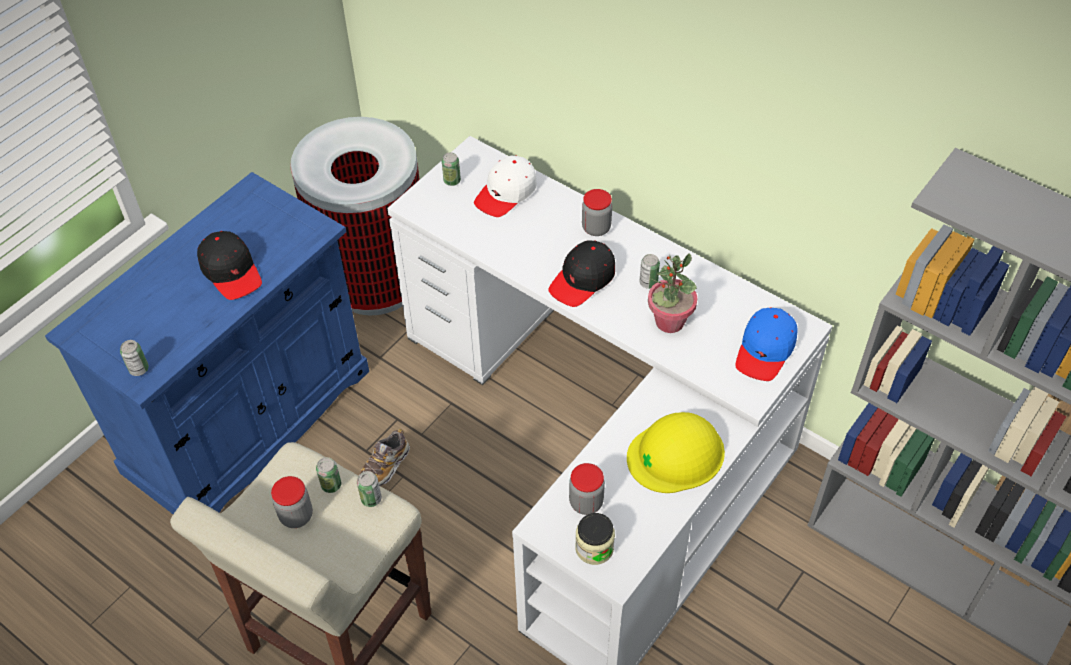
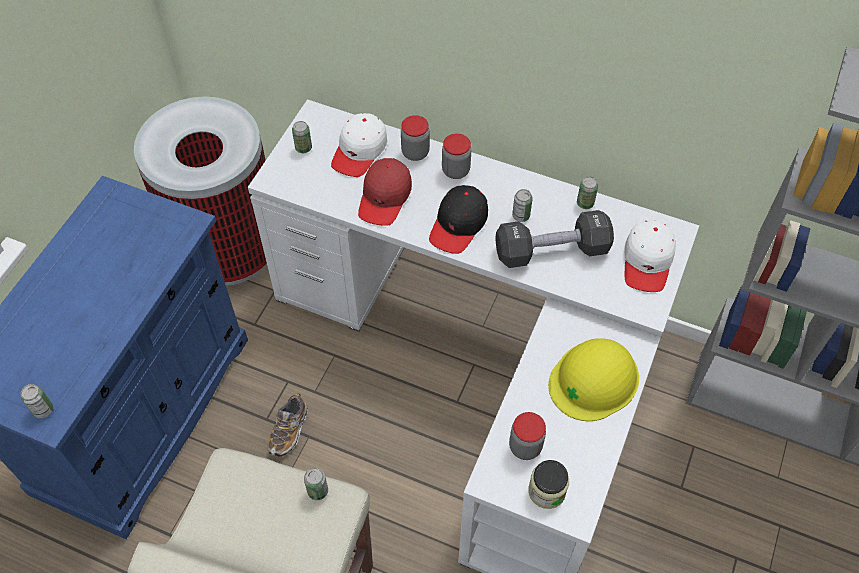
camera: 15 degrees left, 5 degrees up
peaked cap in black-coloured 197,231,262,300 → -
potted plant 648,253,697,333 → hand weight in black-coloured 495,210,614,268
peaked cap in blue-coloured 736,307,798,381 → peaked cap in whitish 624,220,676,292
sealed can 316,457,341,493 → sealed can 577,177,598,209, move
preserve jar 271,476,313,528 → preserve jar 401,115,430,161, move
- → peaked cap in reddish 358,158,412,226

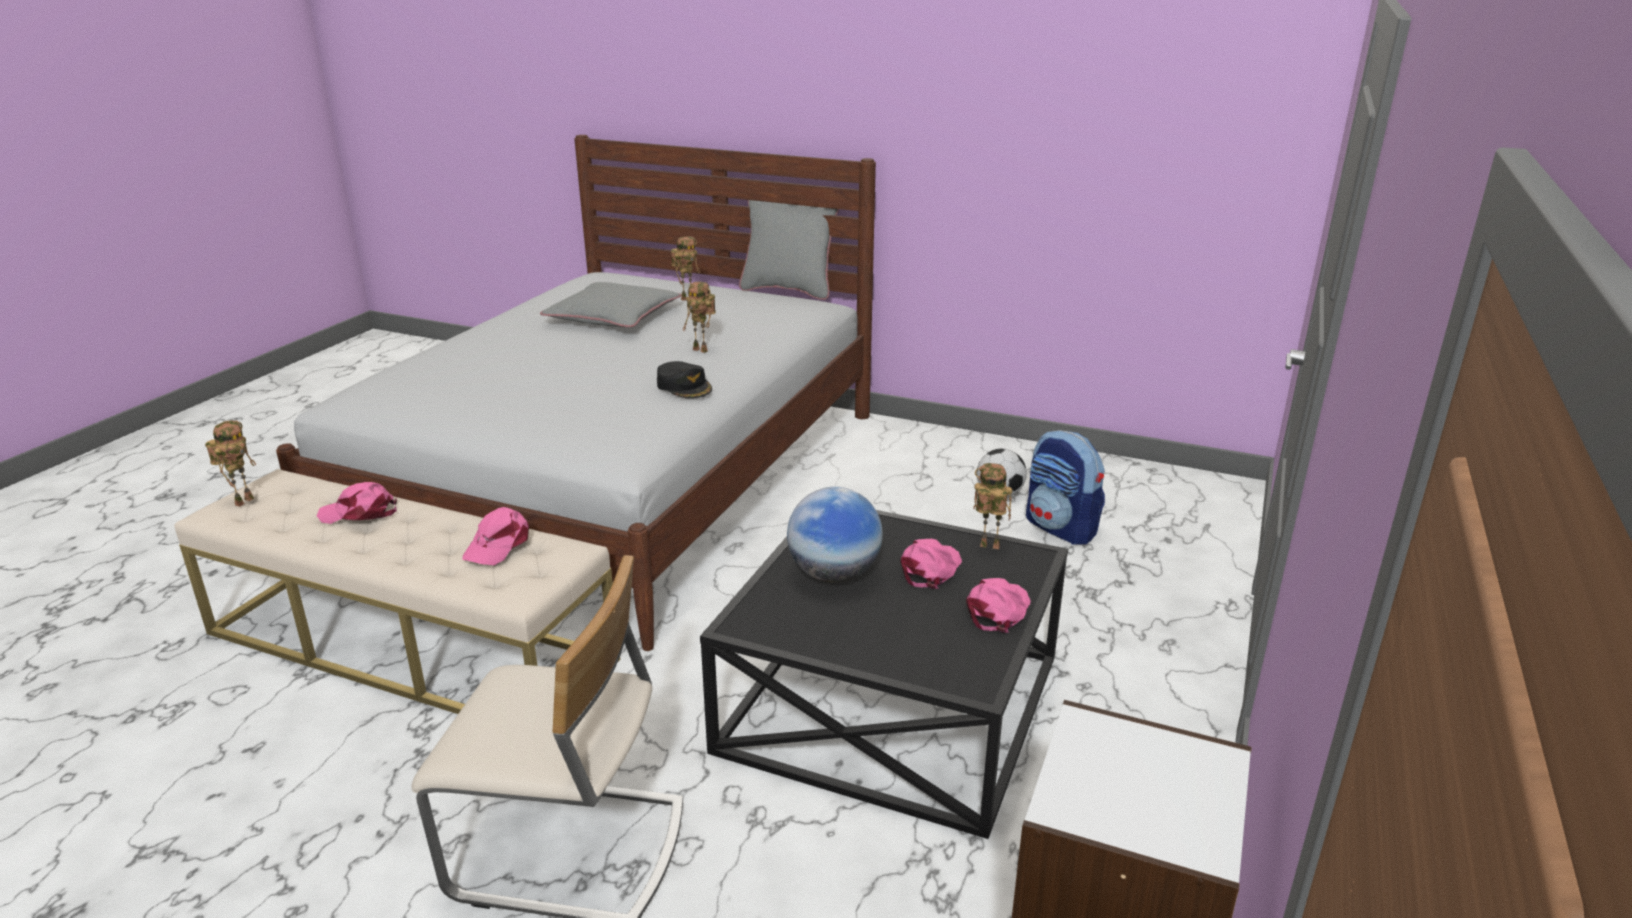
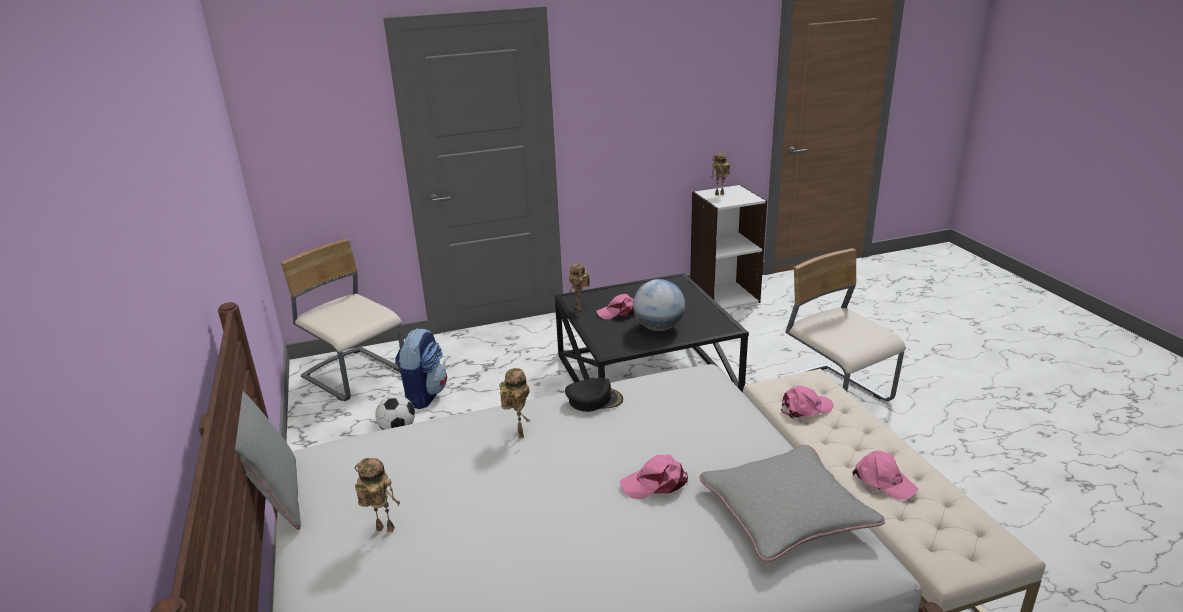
camera: 130 degrees left, 0 degrees up
throw pillow in greyish 540,282,681,327 → throw pillow in greyish 700,445,885,562, move
peaked cap in black-coloured 657,361,712,399 → peaked cap in black-coloured 565,378,623,412, 75 degrees clockwise
robot figure 205,420,256,507 → robot figure 711,153,730,196, move
peaked cap in pink 966,578,1031,633 → peaked cap in pink 620,455,688,499, move
- → upright chair in beige 281,239,404,401

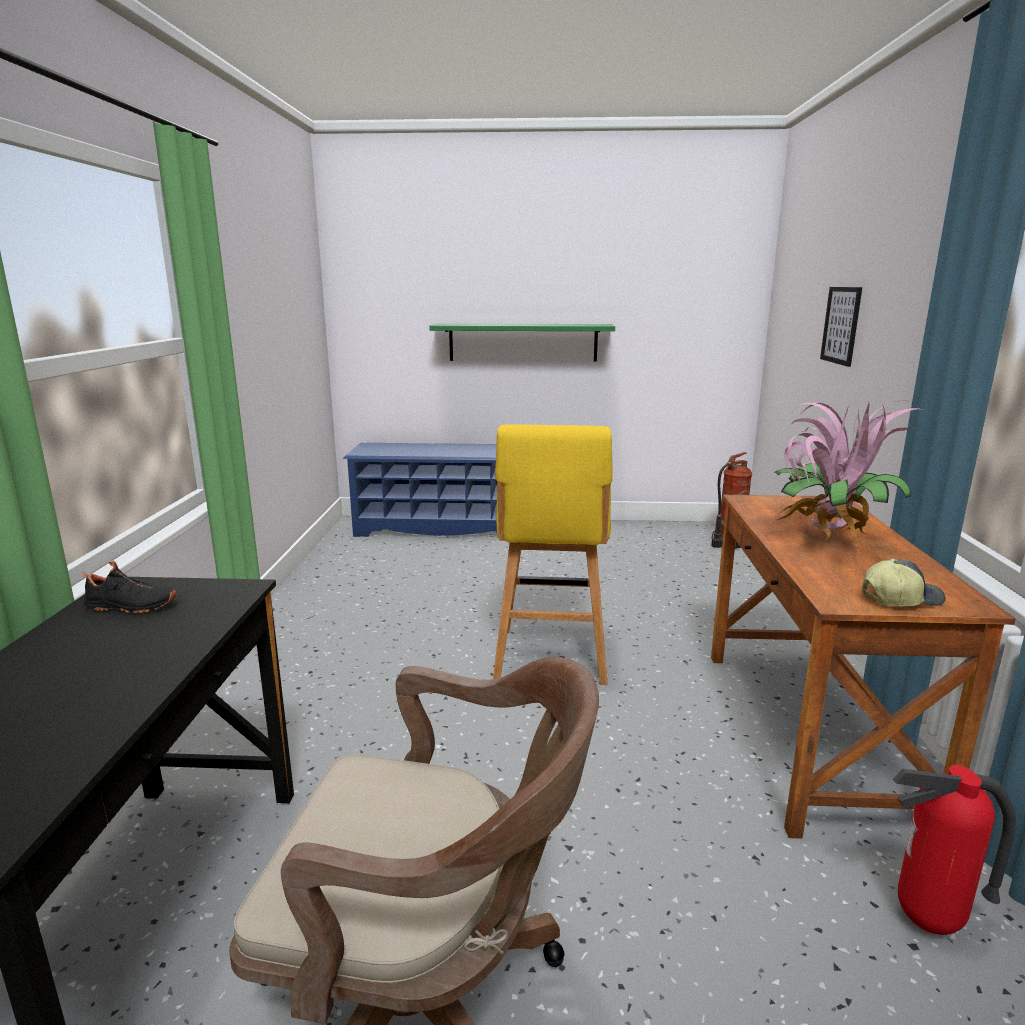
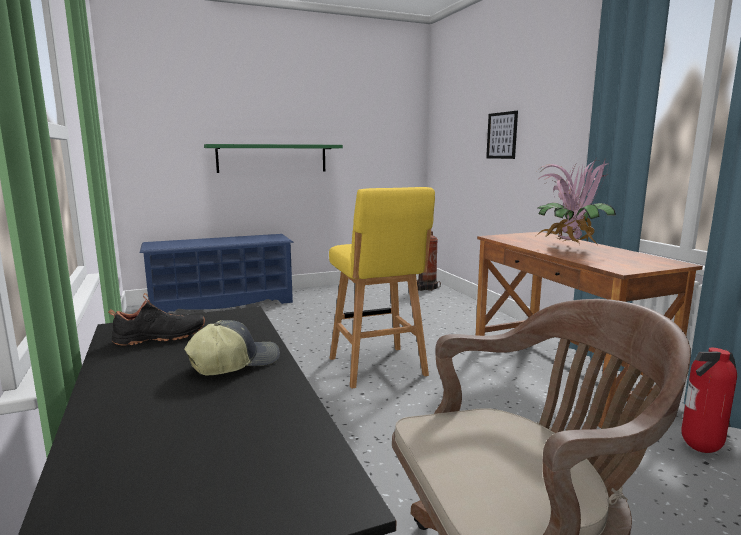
camera: 25 degrees left, 5 degrees down
peaked cap 862,558,946,606 → peaked cap 184,320,280,375, move

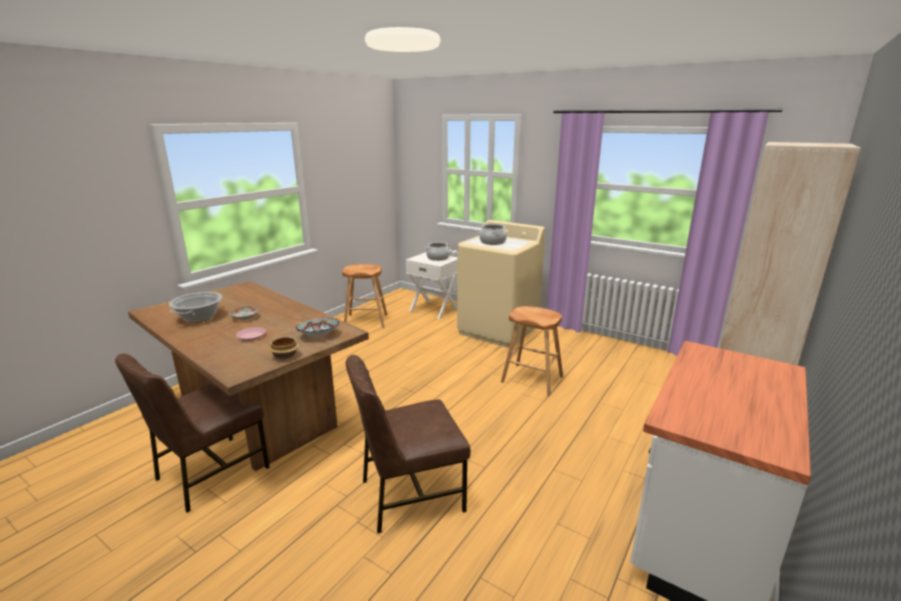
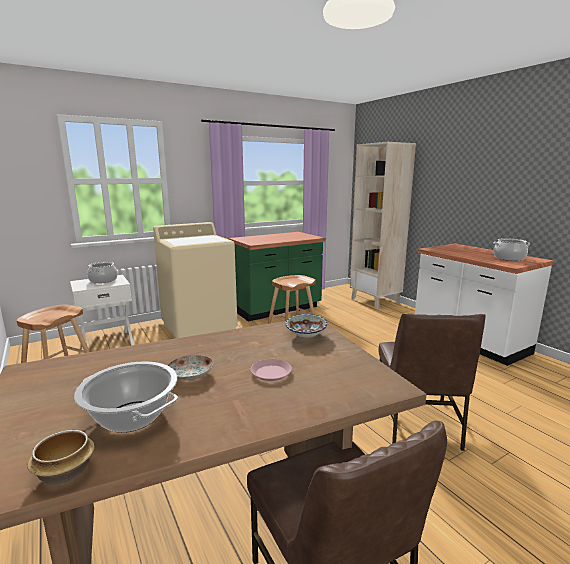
camera: 65 degrees left, 5 degrees down
stockpot 479,224,507,245 → stockpot 493,238,530,261, move
deep dish 269,337,299,360 → deep dish 27,430,95,485, move
- → counter in green 229,232,326,321

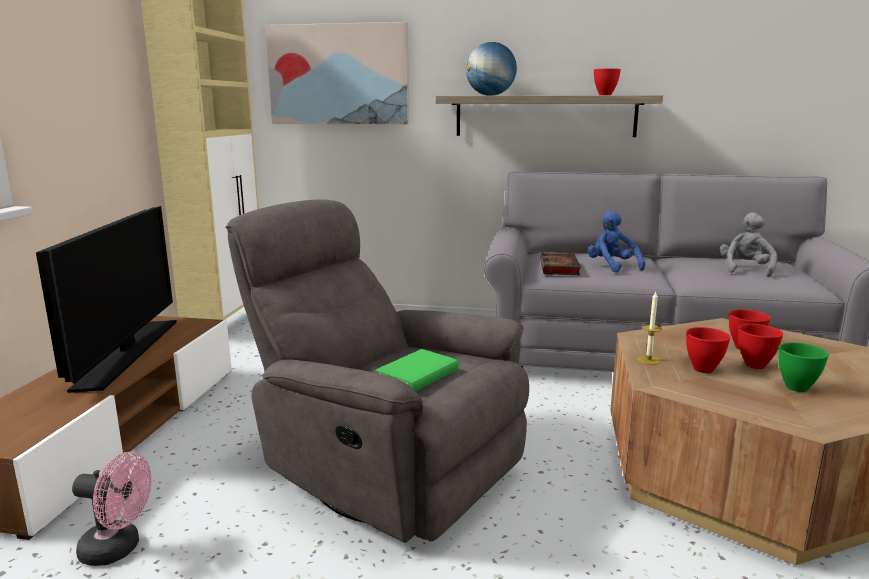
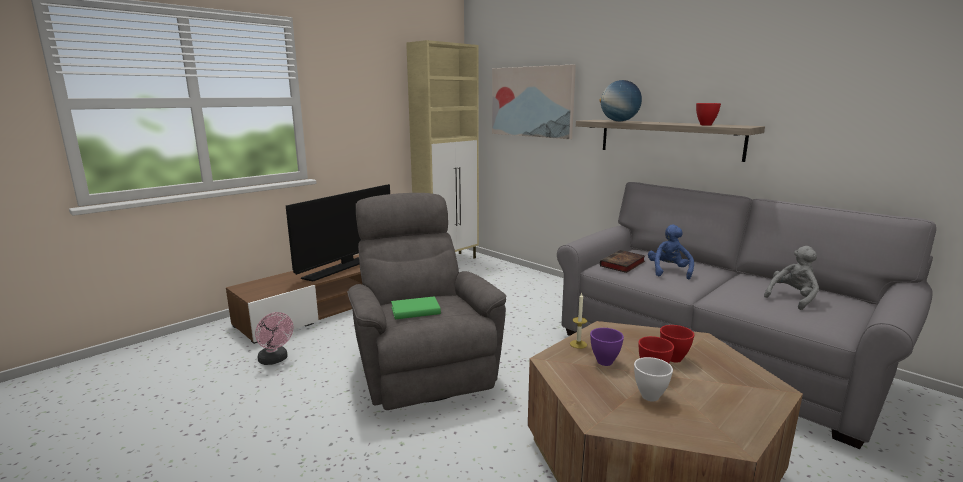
camera: 35 degrees right, 0 degrees up
deep dish in reddish 686,327,730,373 → deep dish in purplish 590,328,624,366
deep dish in green 778,342,829,392 → deep dish in whitish 634,357,673,401

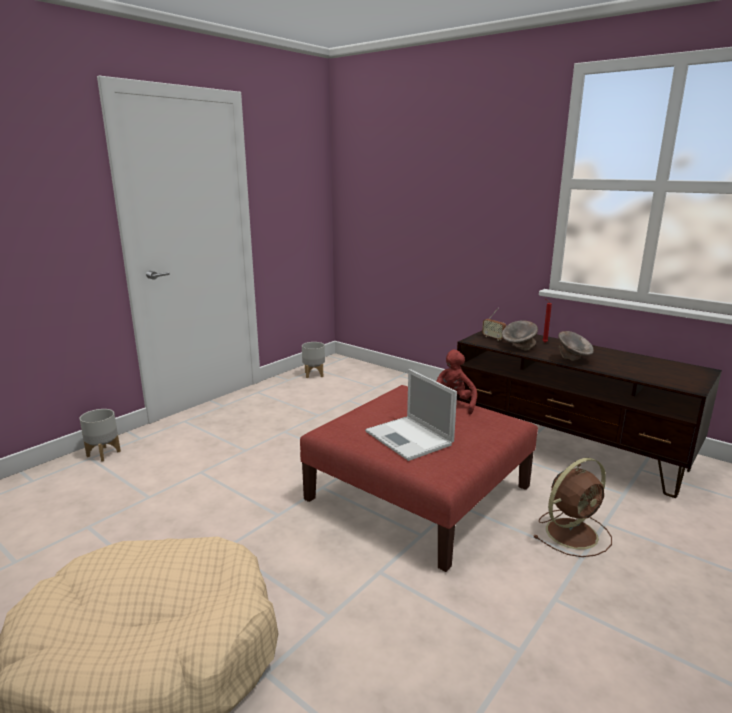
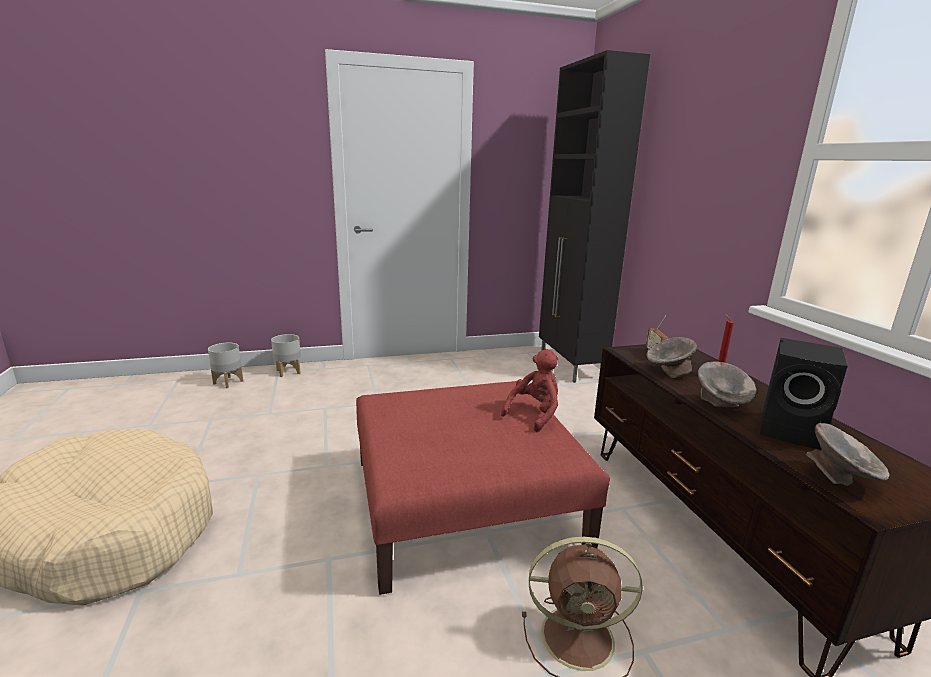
camera: 35 degrees right, 0 degrees up
flower pot in greyish 302,342,325,378 → flower pot in greyish 208,343,243,388, move
laptop 365,369,457,461 → -
- → storage cabinet in black-coloured 539,50,650,383
- → audio speaker in black-coloured 760,338,848,450
- → deep dish in greyish 806,423,889,486

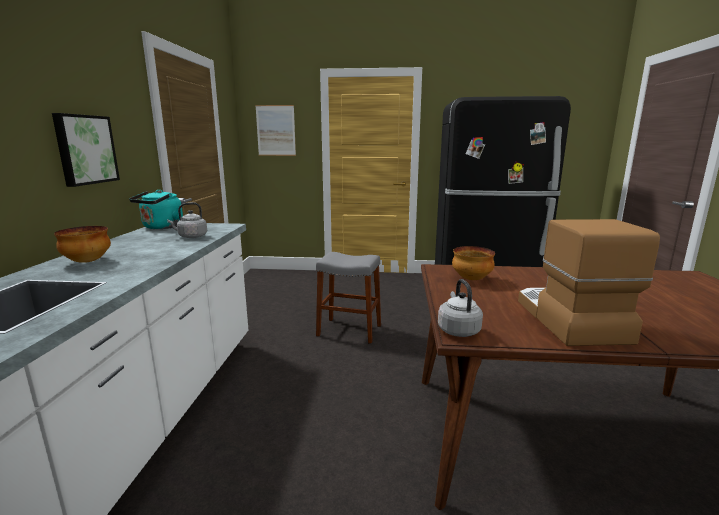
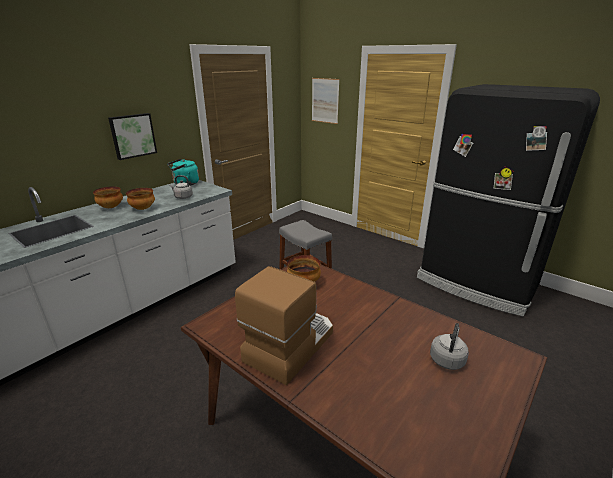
camera: 35 degrees right, 10 degrees up
tea kettle in greyish 438,279,483,337 → tea kettle in greyish 430,323,469,370, move
- → deep dish 126,188,155,210

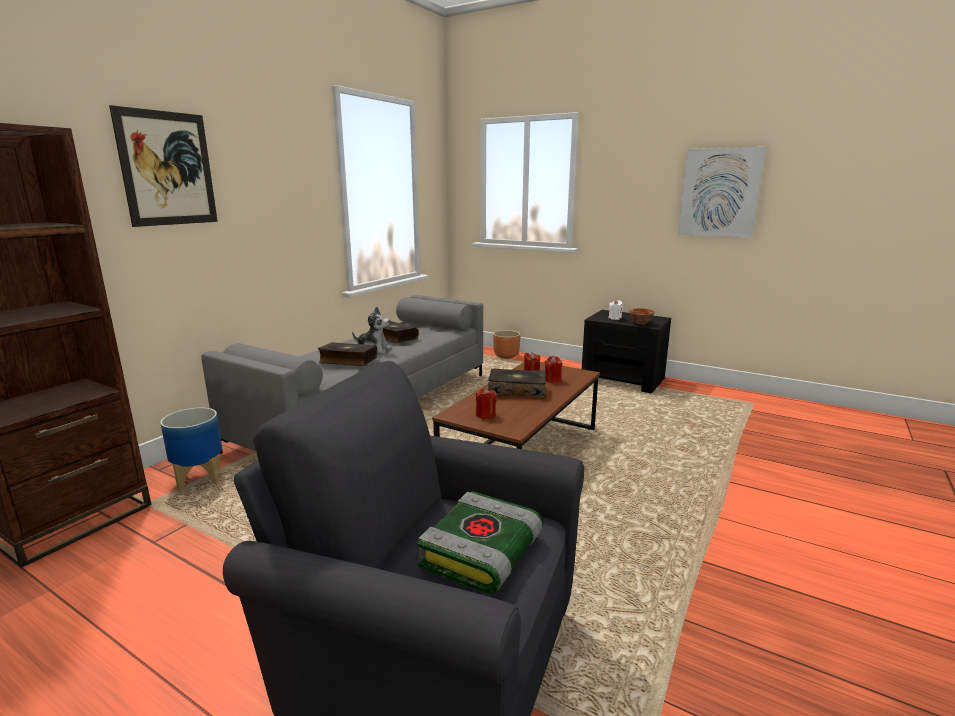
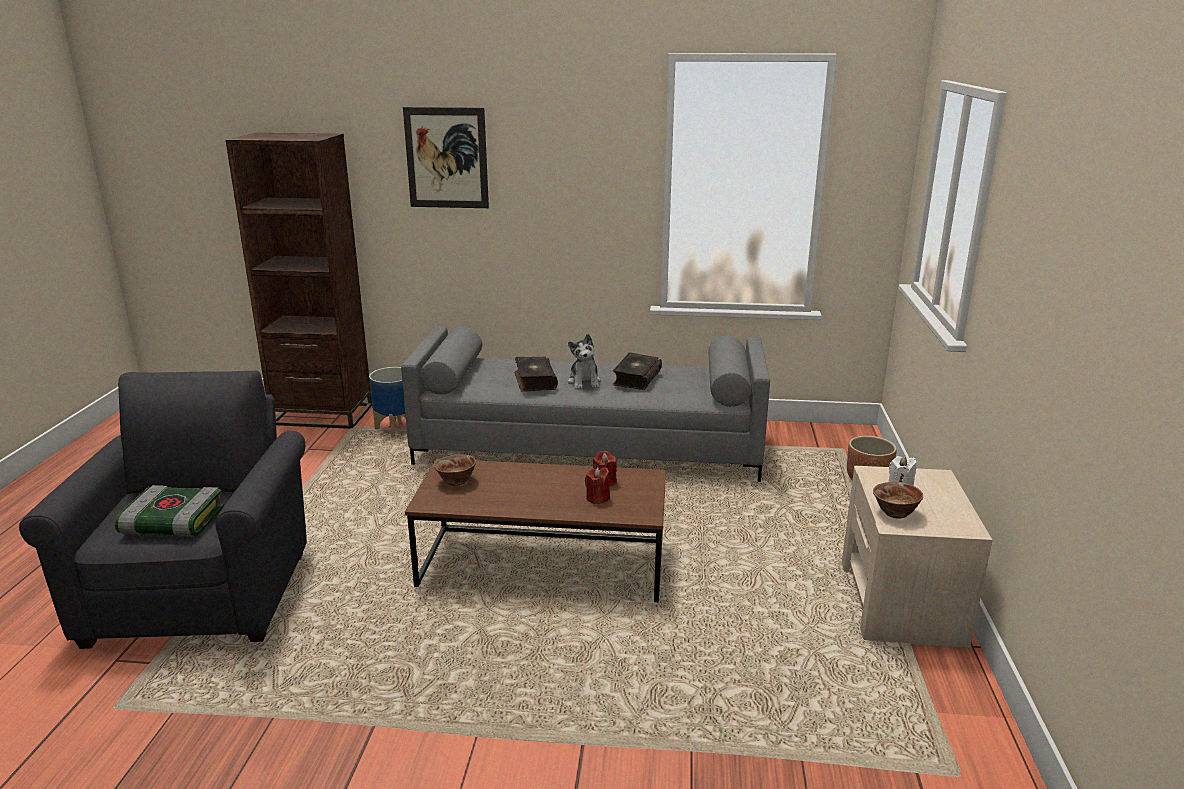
camera: 65 degrees right, 5 degrees up
wall art 678,147,766,238 → -
nightstand in black-coloured 582,310,671,393 → nightstand in beige 842,466,992,648
volume 488,368,546,398 → -
wax candle in reddish 476,388,497,419 → deep dish 434,454,476,486

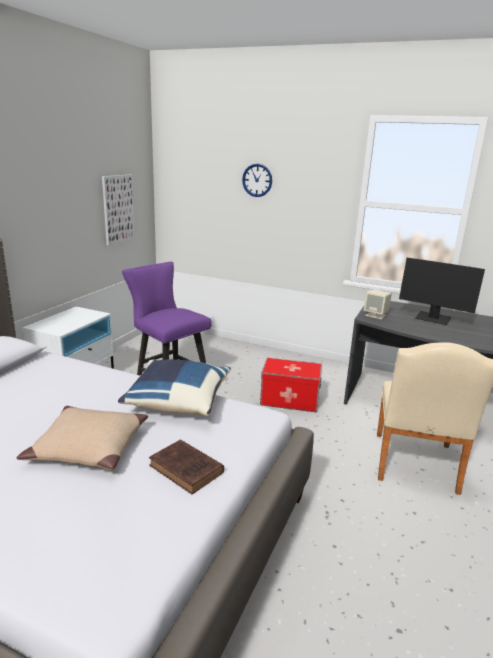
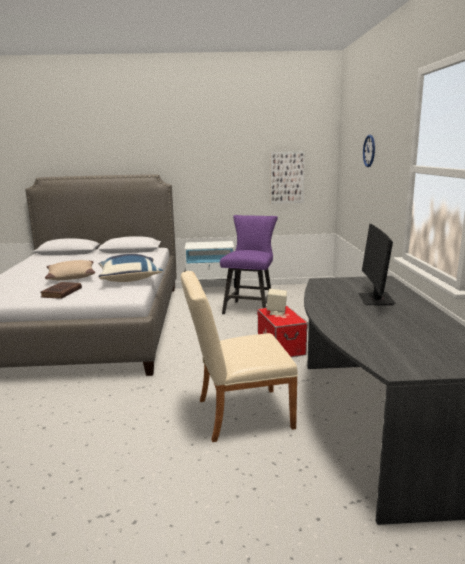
camera: 65 degrees right, 5 degrees down
audio speaker in beige 364,289,392,319 → audio speaker in beige 266,289,287,315, move

